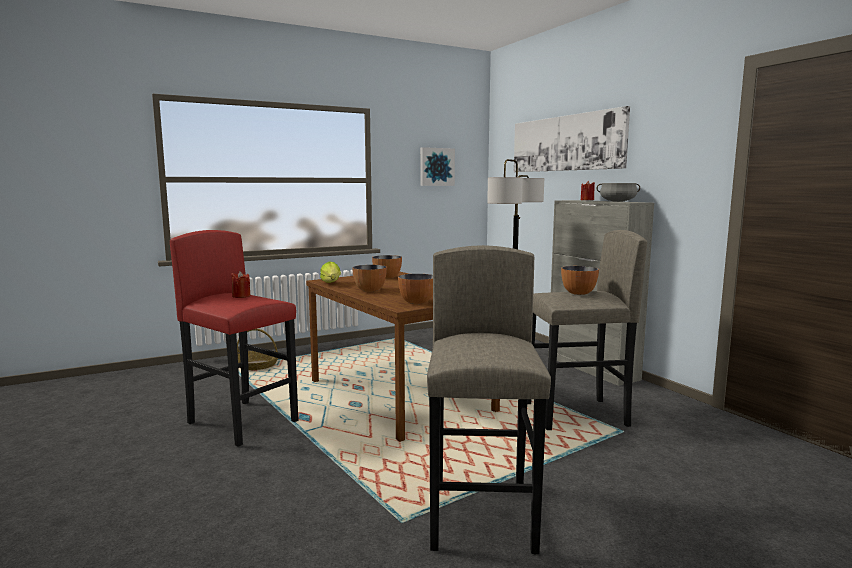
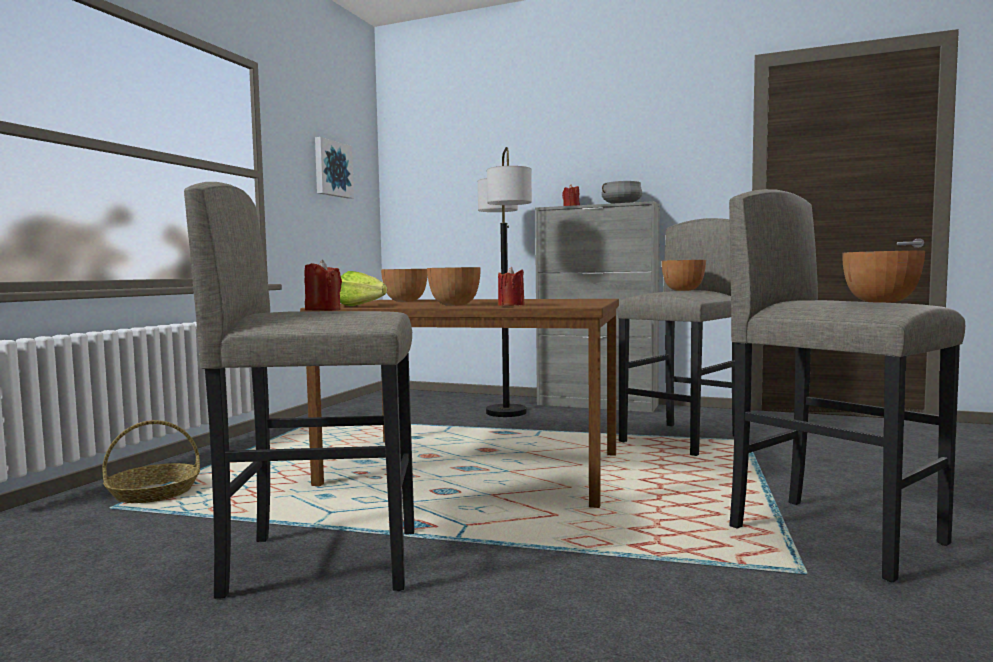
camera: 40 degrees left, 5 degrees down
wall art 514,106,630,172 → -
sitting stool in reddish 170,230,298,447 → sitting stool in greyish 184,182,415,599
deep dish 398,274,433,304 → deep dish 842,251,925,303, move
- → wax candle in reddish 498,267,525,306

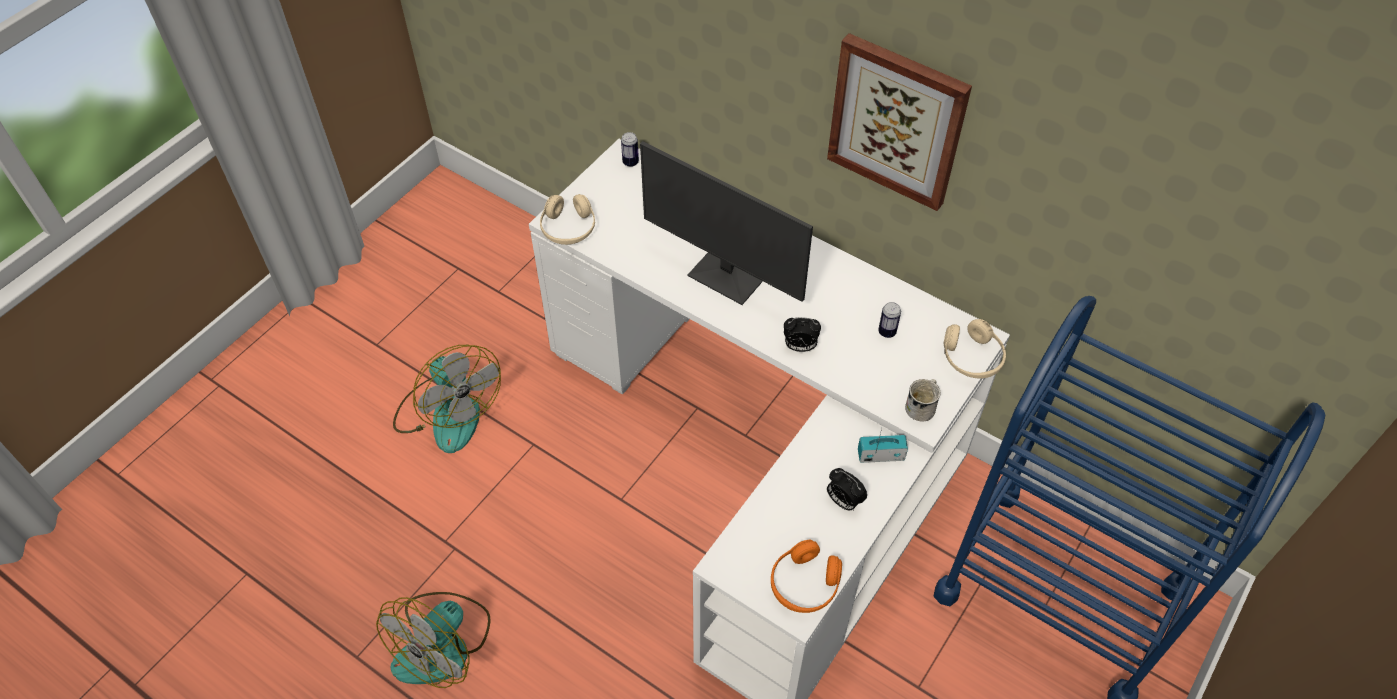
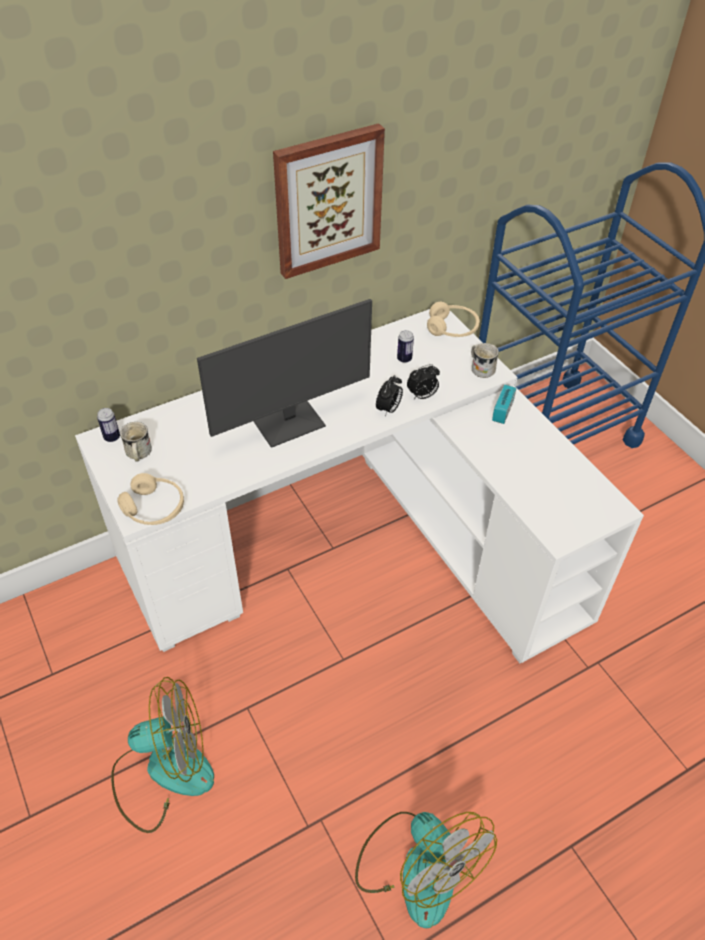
camera: 65 degrees left, 5 degrees down
bedside clock 827,468,867,511 → bedside clock 407,364,440,399, move
headset in orangey 771,540,842,613 → -
- → mug in whitish 120,422,152,462

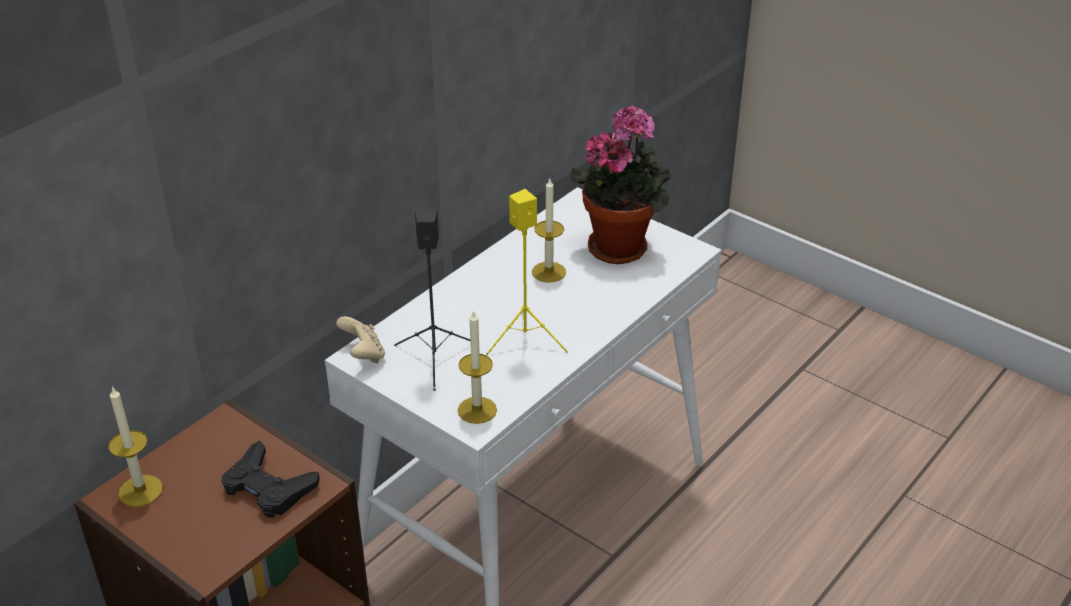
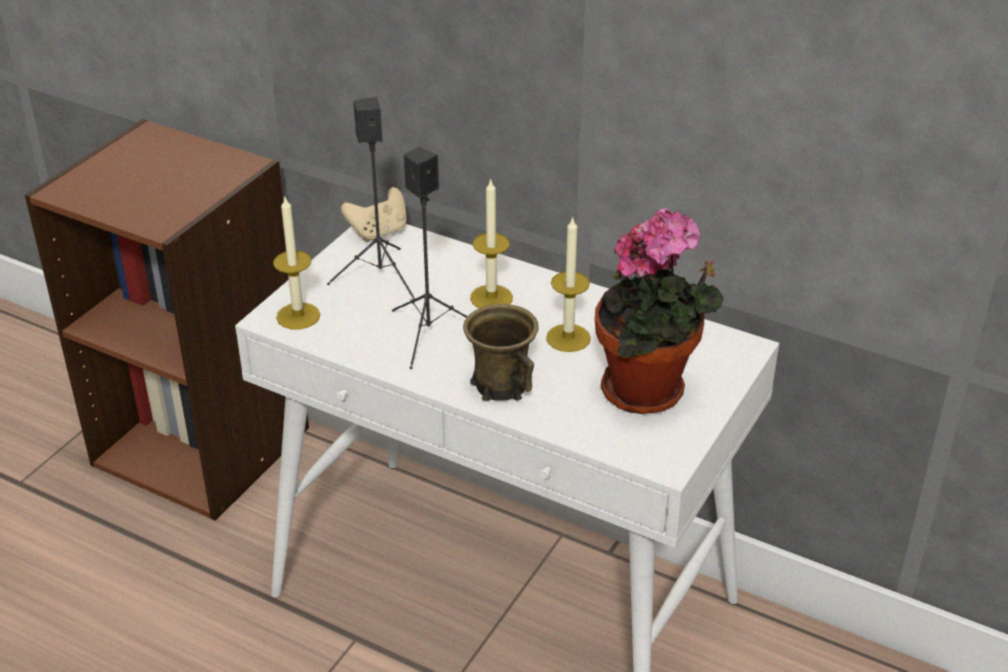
camera: 80 degrees right, 0 degrees up
audio speaker in yellowish 485,189,568,356 → audio speaker in black-coloured 392,147,467,369
wax candle 108,386,163,507 → wax candle 470,179,513,308, move
joypad in black-coloured 221,440,320,518 → -
- → mug in brown-coloured 463,304,539,401

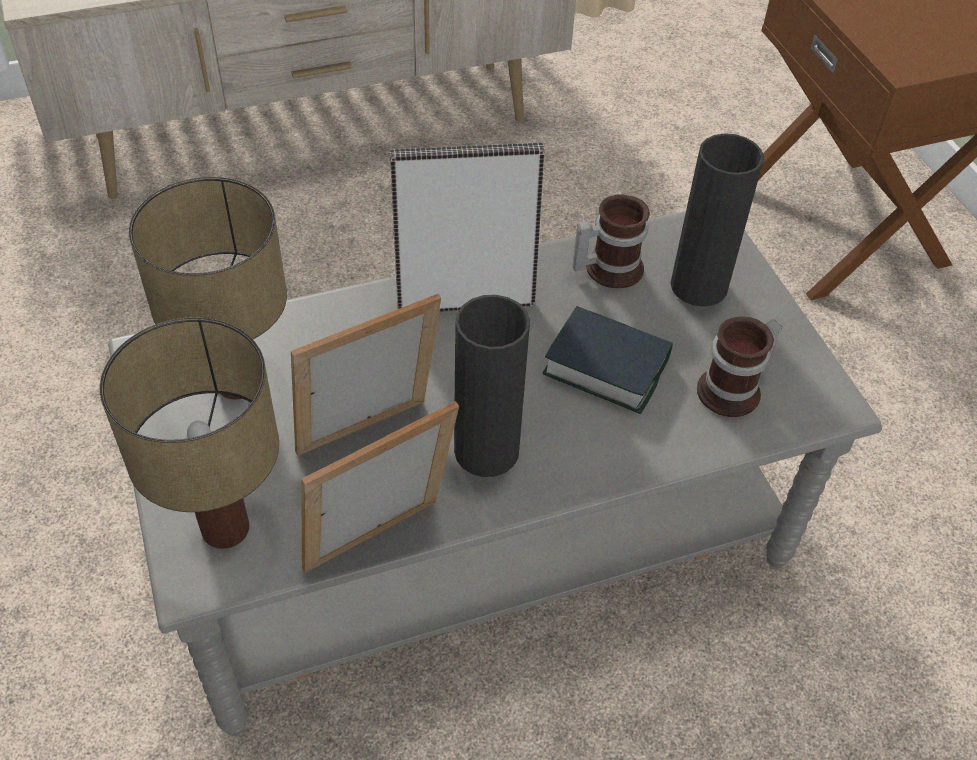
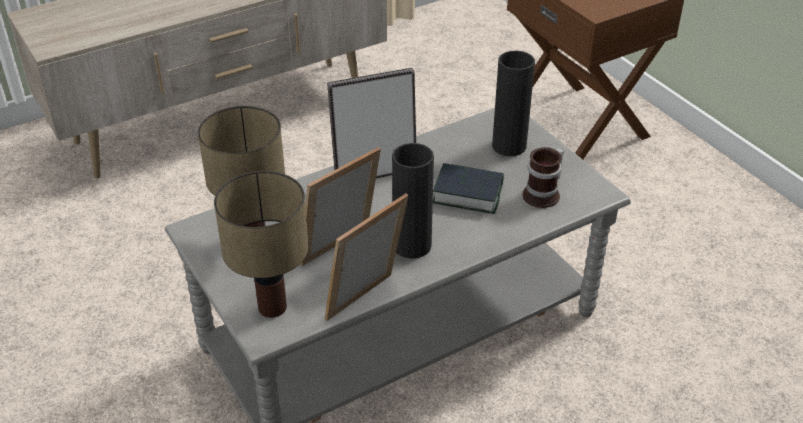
camera: 10 degrees left, 10 degrees down
mug 572,194,650,289 → -

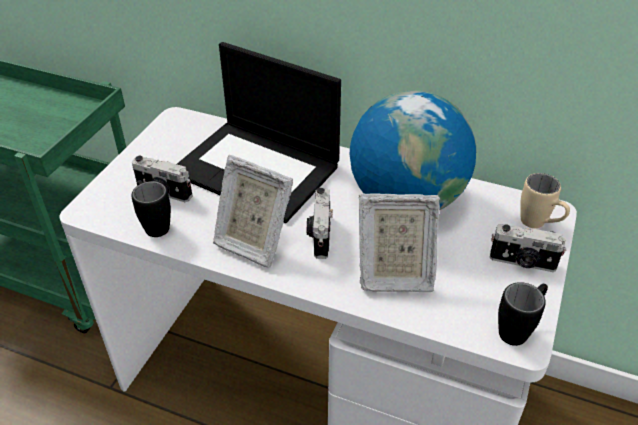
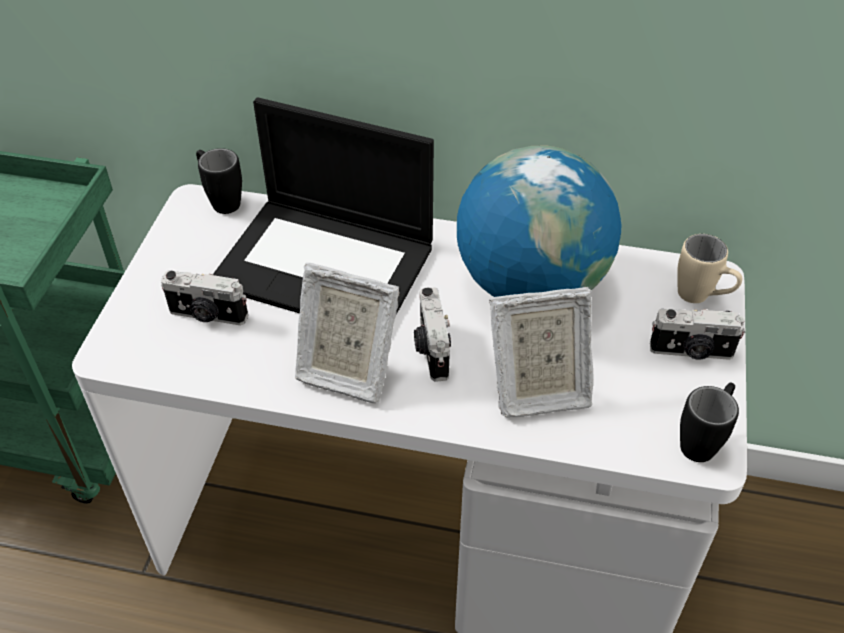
camera: 10 degrees left, 5 degrees up
mug in black-coloured 131,180,171,237 → mug in black-coloured 196,148,242,214, move

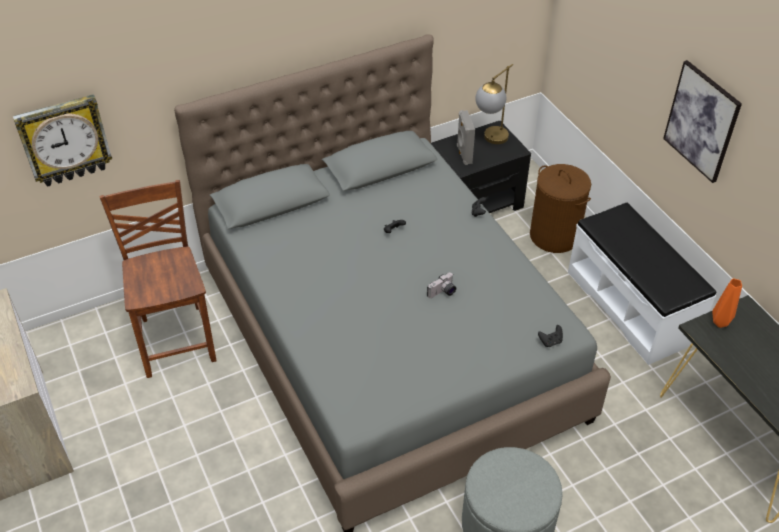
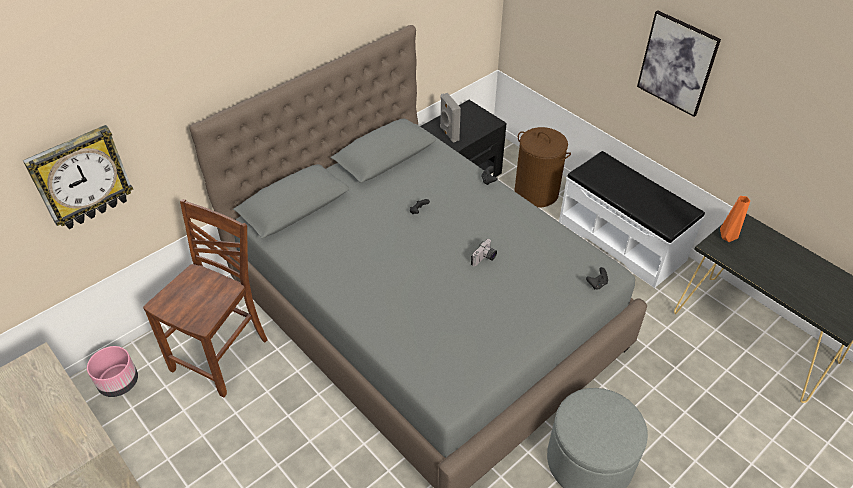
camera: 15 degrees left, 0 degrees up
lamp for a table 475,64,513,144 → -
upright chair in brown-coloured 99,180,217,378 → upright chair in brown-coloured 143,199,268,398, 60 degrees clockwise
- → flower pot in pink 87,346,138,397

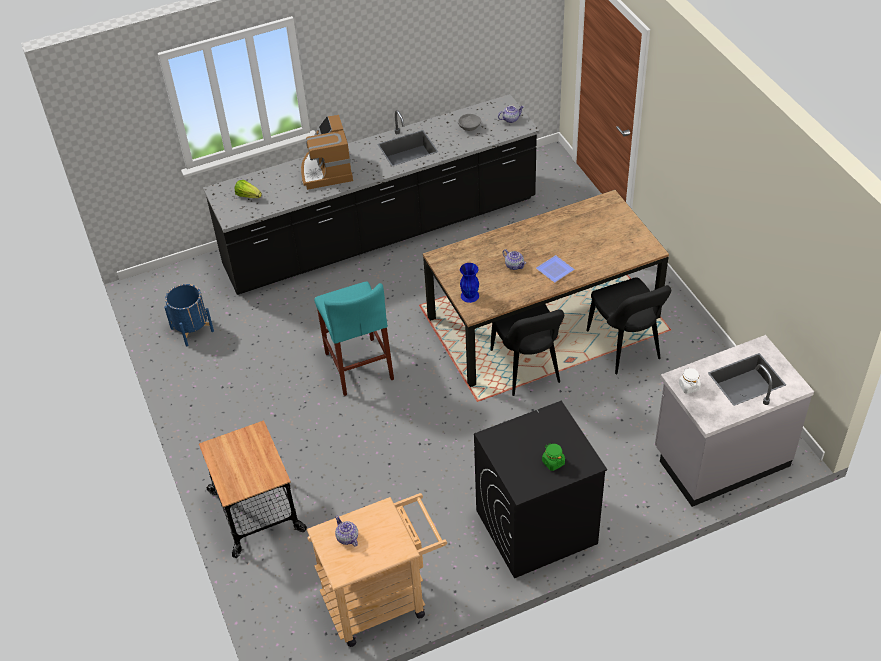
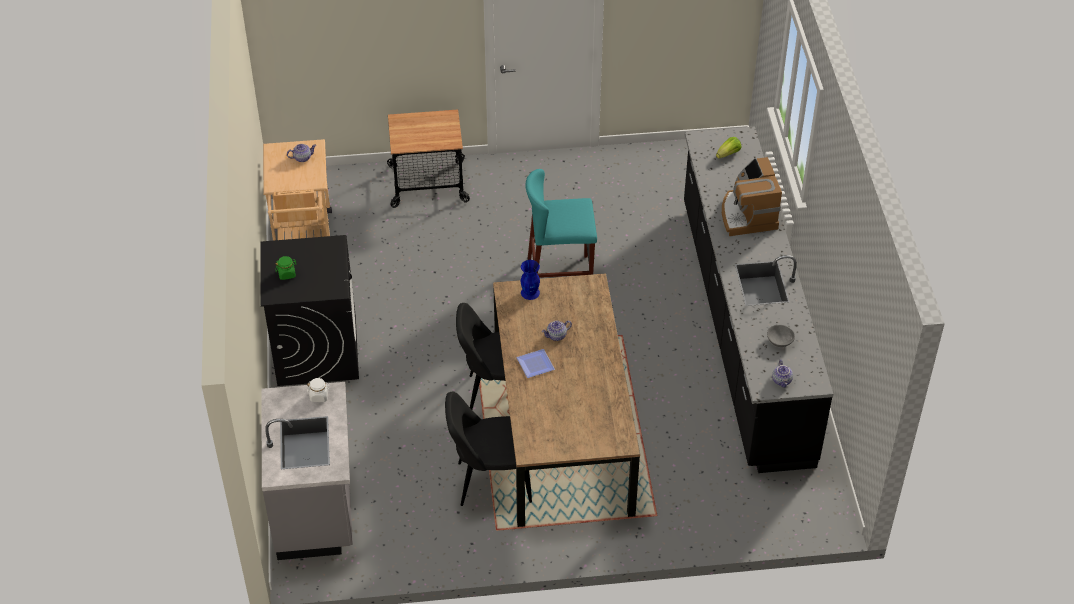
camera: 105 degrees right, 0 degrees up
coffee maker 301,115,353,190 → coffee maker 722,157,782,236, 105 degrees counterclockwise
flower pot in blue-coloured 164,284,214,346 → -

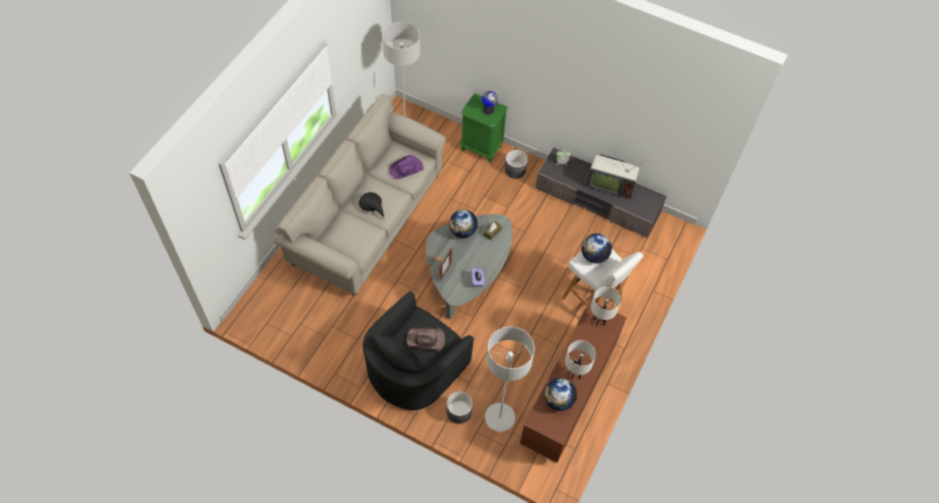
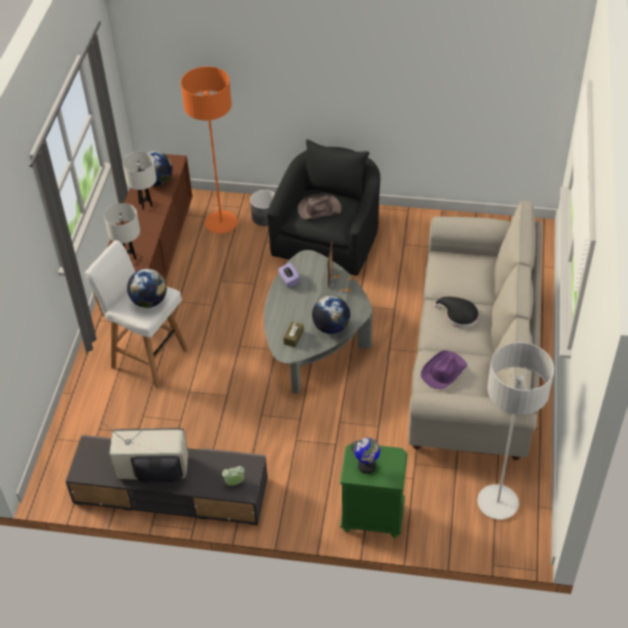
camera: 165 degrees right, 10 degrees down
flower pot in greyish 505,150,528,179 → -
floor lamp in greyish 485,327,535,432 → floor lamp in orangey 181,67,238,234

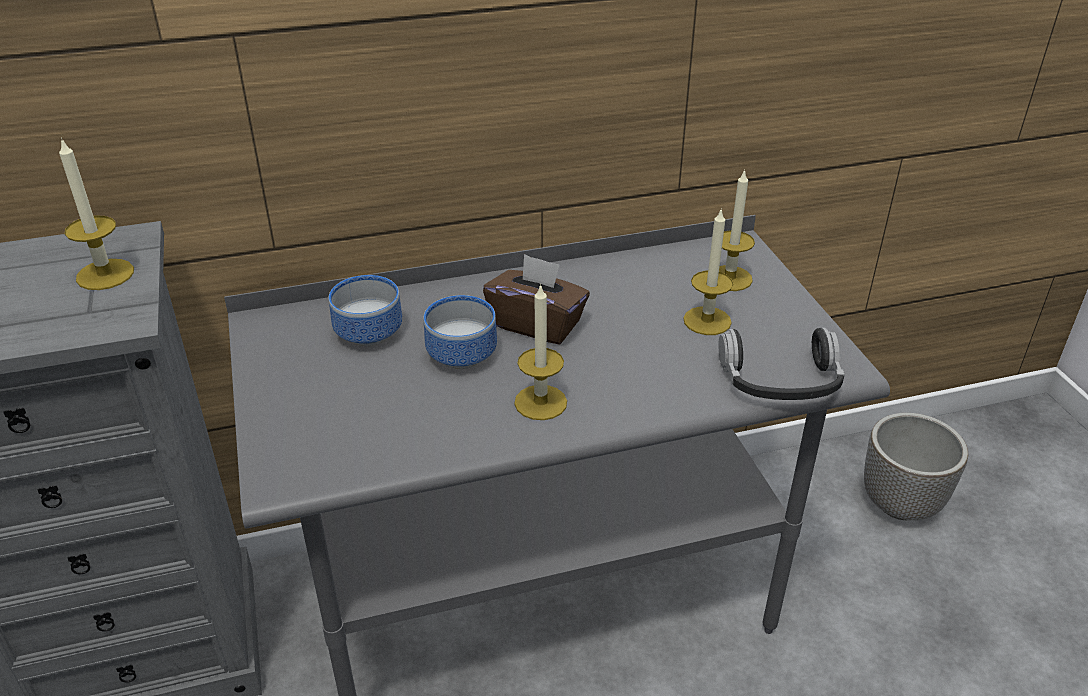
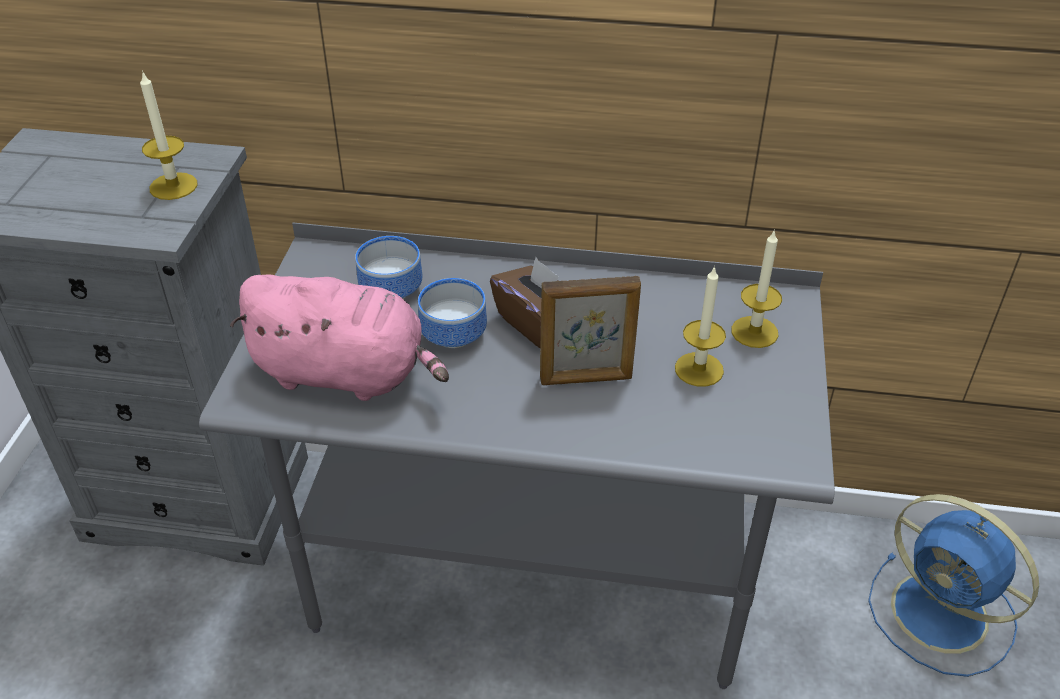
camera: 25 degrees right, 5 degrees up
wax candle 514,283,567,420 → -
headset 719,328,845,400 → -
flower pot 864,413,968,520 → electric fan in blue-coloured 868,494,1039,677
- → soft toy in pink 230,274,449,401
- → standing frame 540,276,641,385

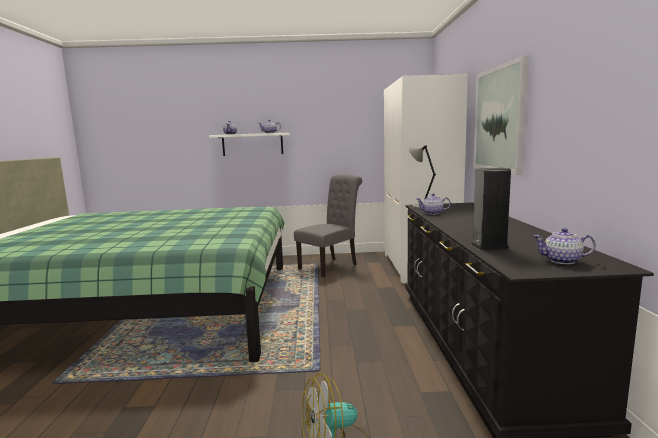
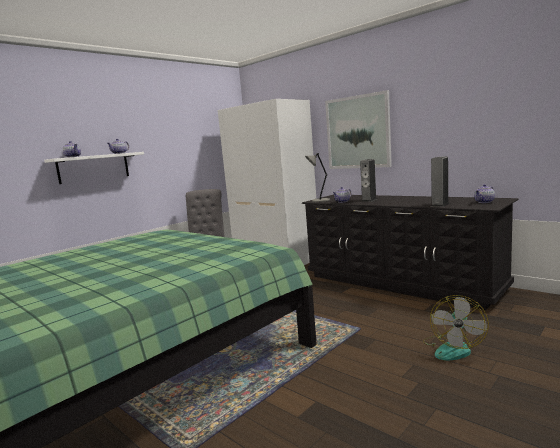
camera: 45 degrees left, 0 degrees up
- → audio speaker 360,159,377,202

